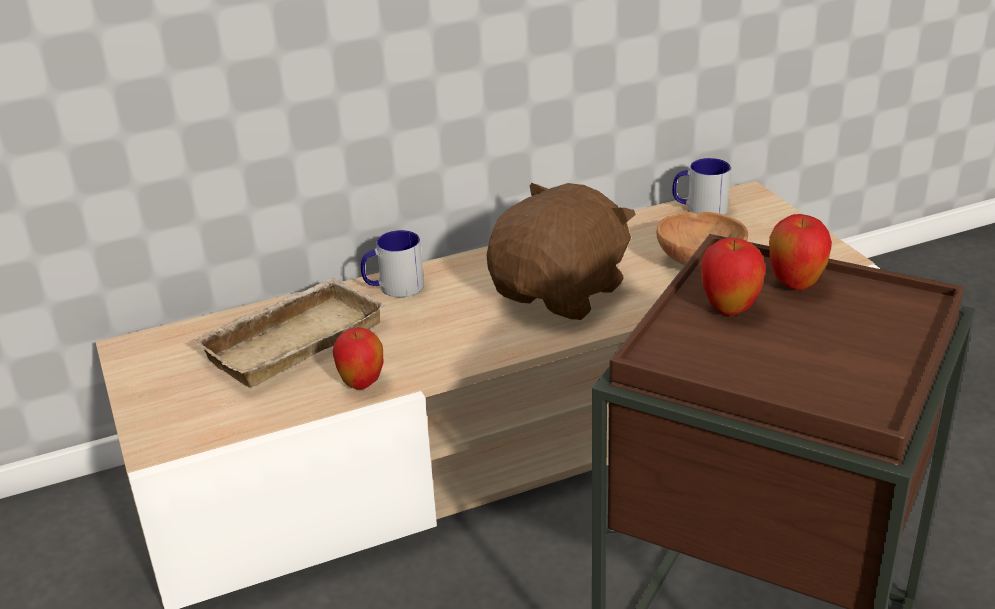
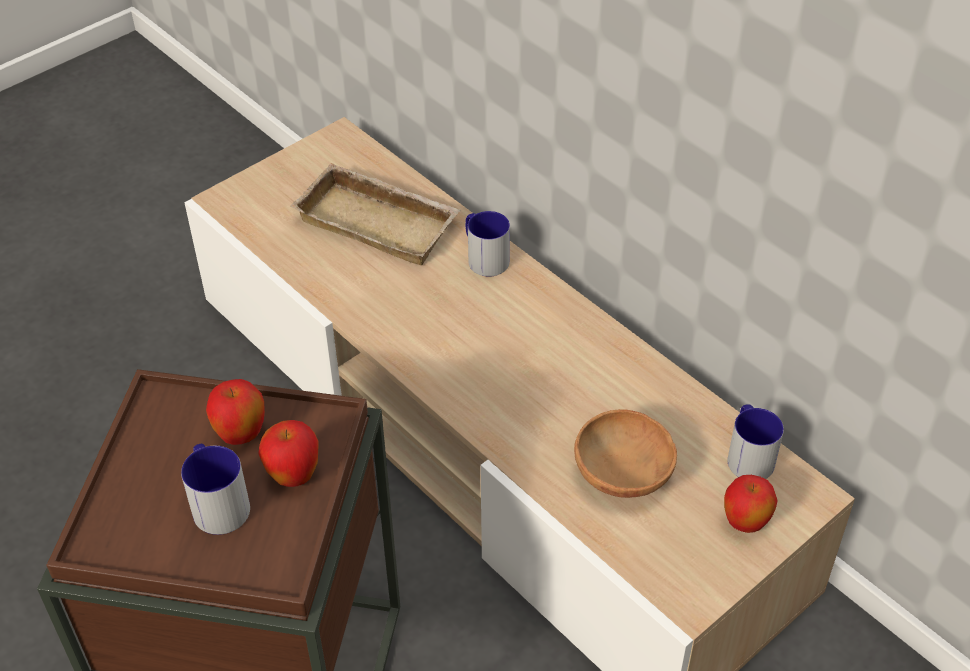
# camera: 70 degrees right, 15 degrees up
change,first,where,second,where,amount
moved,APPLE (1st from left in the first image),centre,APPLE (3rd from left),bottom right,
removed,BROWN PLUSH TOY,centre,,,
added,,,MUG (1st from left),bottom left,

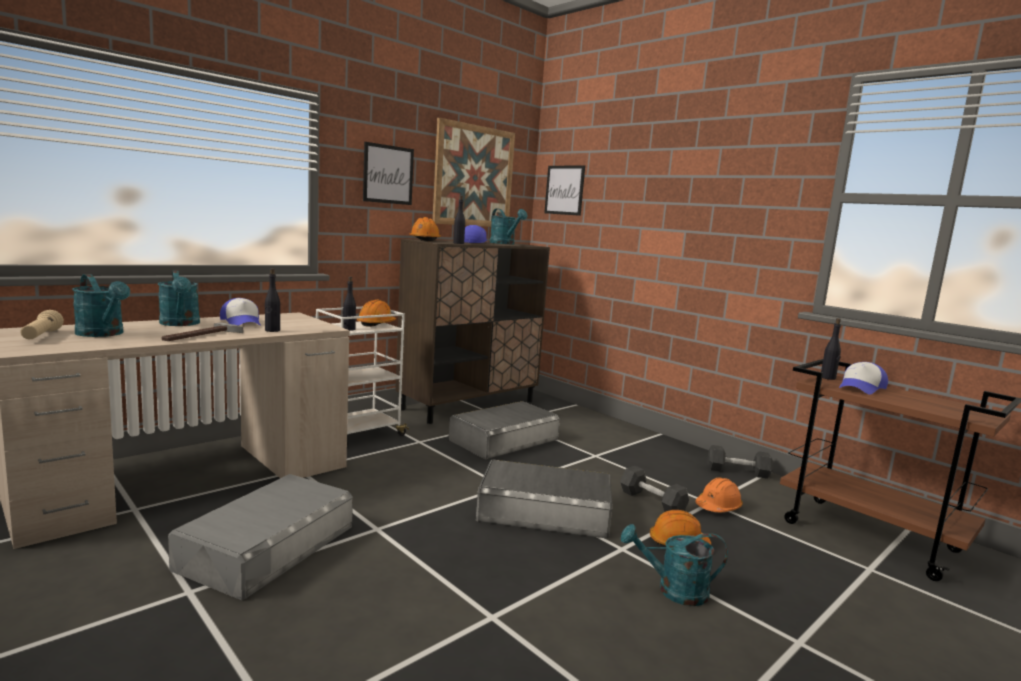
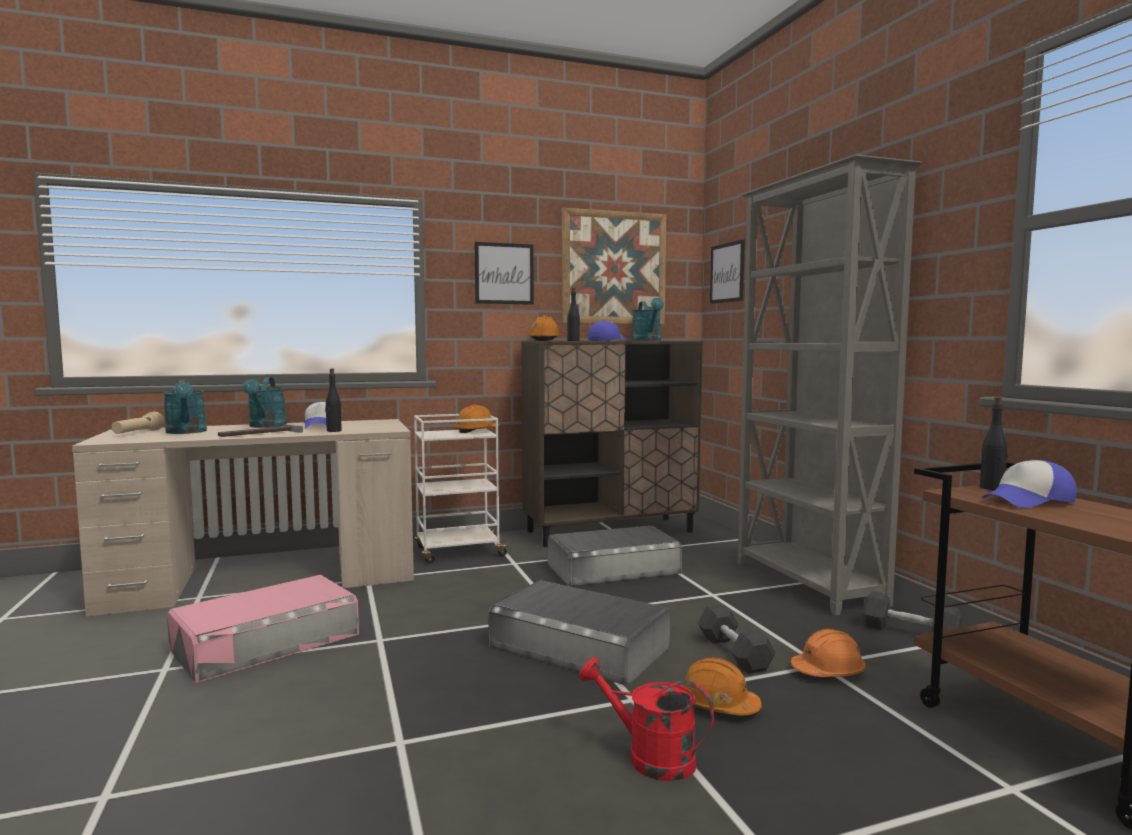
# camera: 25 degrees right, 5 degrees down
change,first,where,second,where,amount
recoloured,GREY STORAGE BOX (1st from left),bottom left,PINK STORAGE BOX,bottom left,
removed,BLACK BOTTLE (2nd from left),centre,,,
recoloured,TURQUOISE WATERING CAN (4th from left),bottom centre,RED WATERING CAN,bottom centre,
added,,,GREY BOOKCASE,middle right,

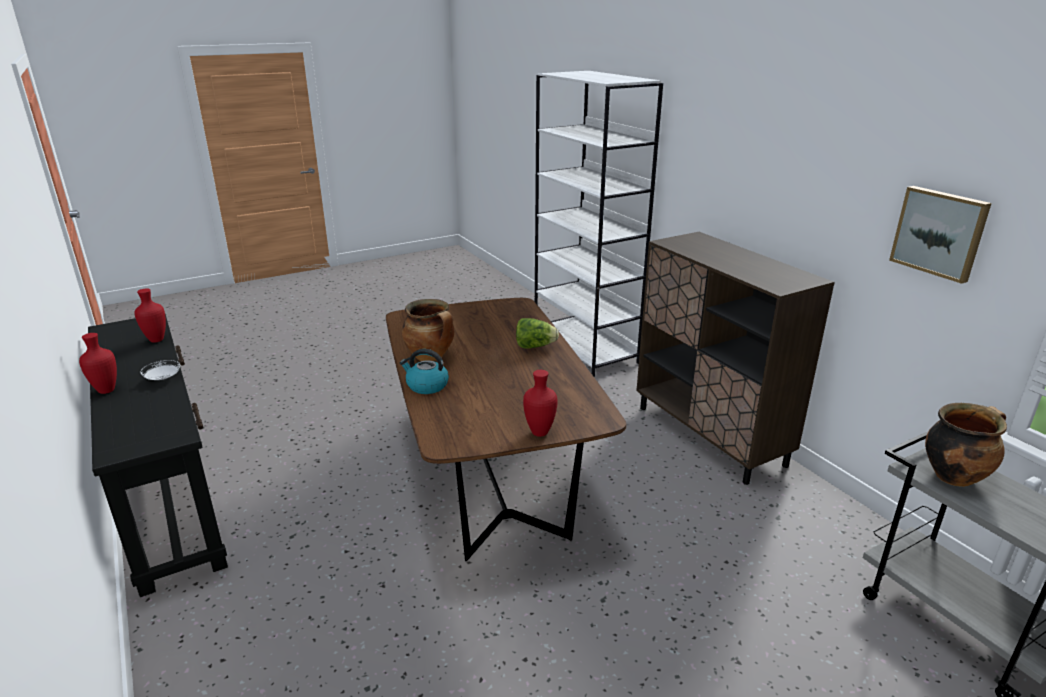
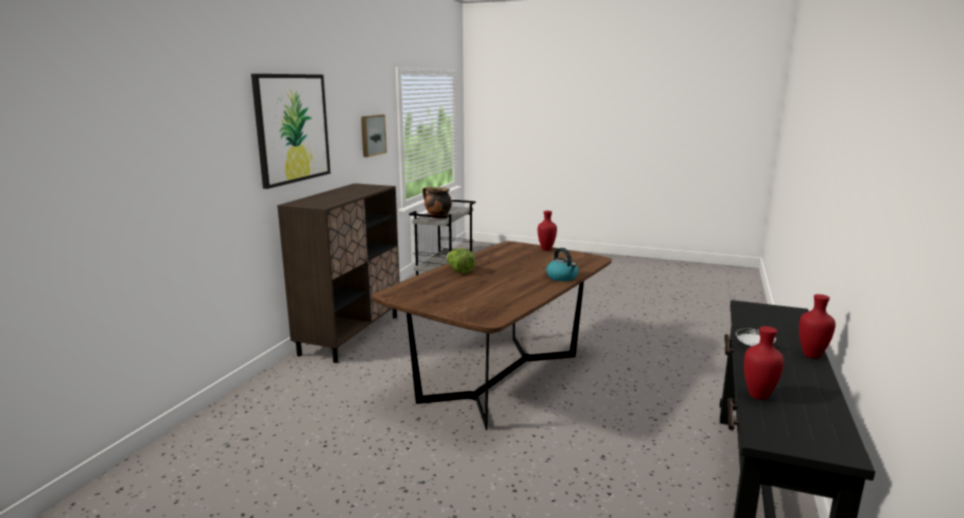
# camera: 130 degrees left, 10 degrees down
change,first,where,second,where,amount
removed,COOKING POT (1st from left),centre,,,
removed,WHITE BOOKCASE,top centre,,,
added,,,PICTURE (1st from left),top left,

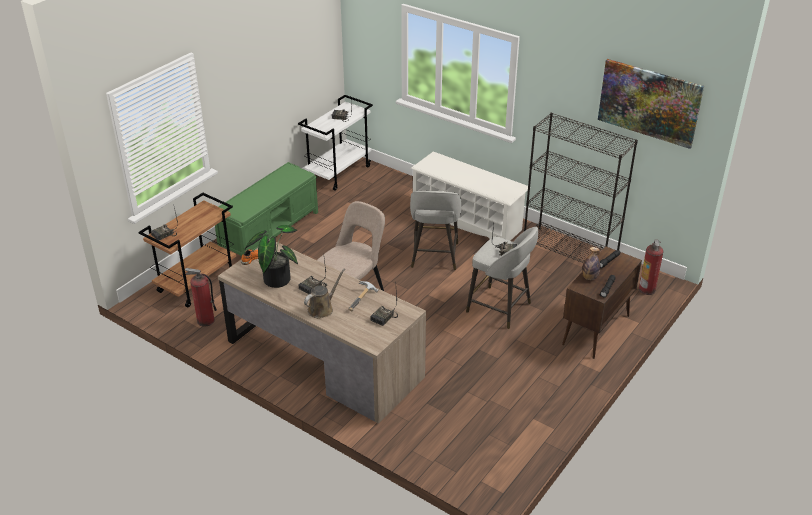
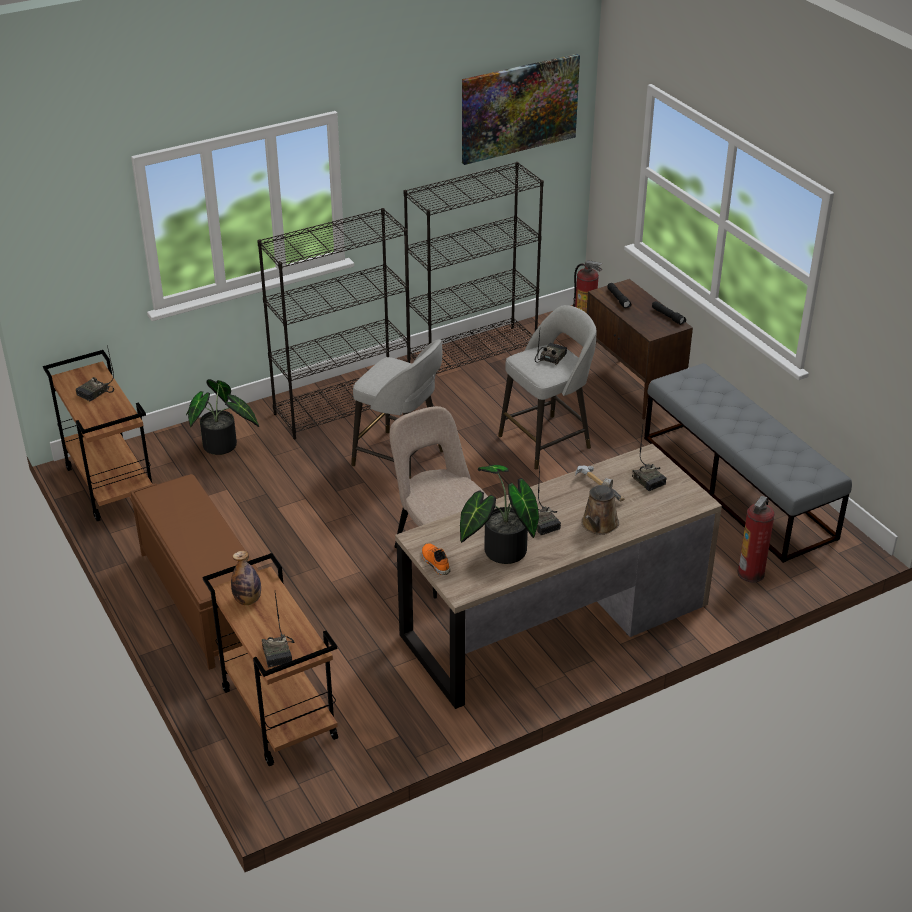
# camera: 65 degrees left, 0 degrees up
change,first,where,second,where,amount
moved,FIRE EXTINGUISHER (1st from left in the first image),middle left,FIRE EXTINGUISHER (2nd from left),middle right,
recoloured,GREEN BENCH,middle left,BROWN BENCH,middle left,
recoloured,WHITE CART,top centre,BROWN CART (1st from left),middle left,
turned,BROWN WATERING CAN,centre,,centre,135 degrees counterclockwise
replaced,WHITE SHOE RACK,centre,BLACK BOOKCASE (1st from left),centre,
moved,BOTTLE,middle right,,middle left,
added,,,POTTED PLANT (1st from left),middle left,
added,,,GREY BENCH,middle right,

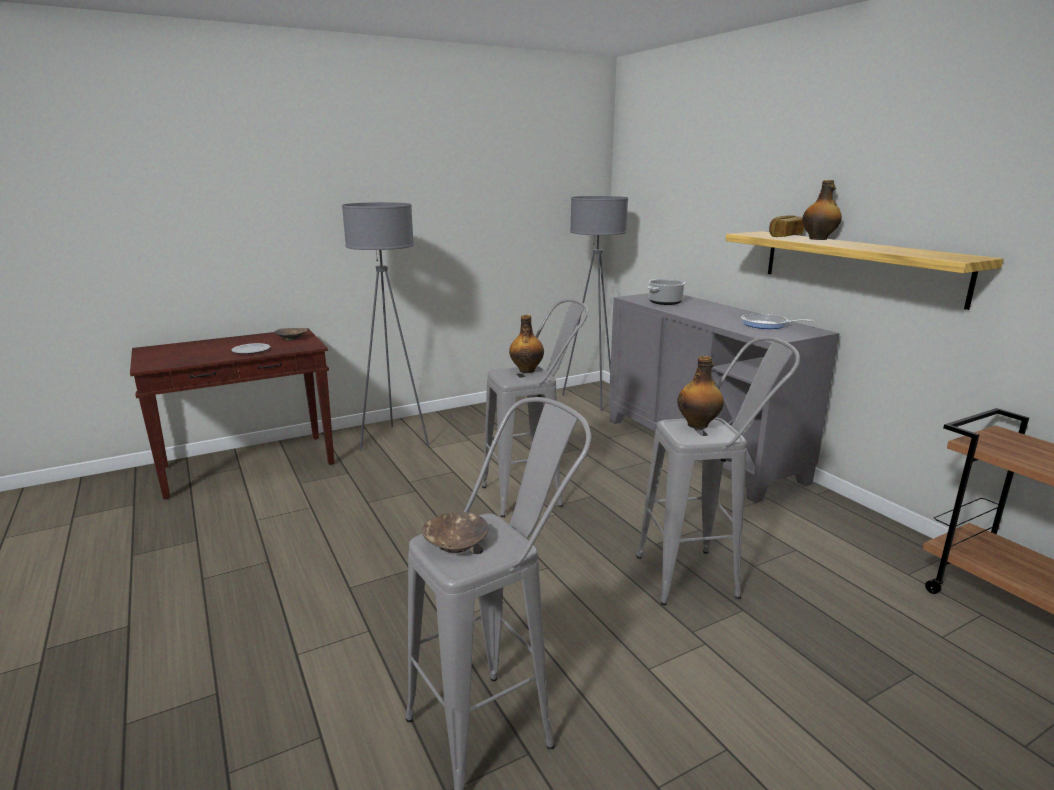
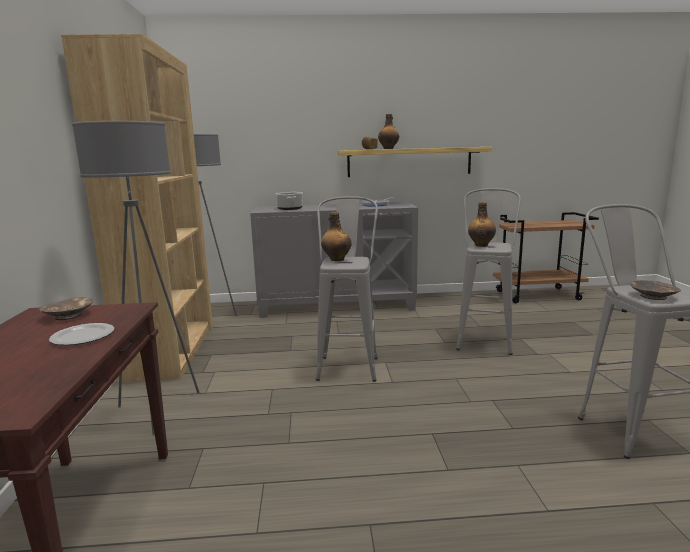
# camera: 65 degrees left, 5 degrees down
change,first,where,second,where,amount
added,,,BROWN BOOKCASE,middle left,

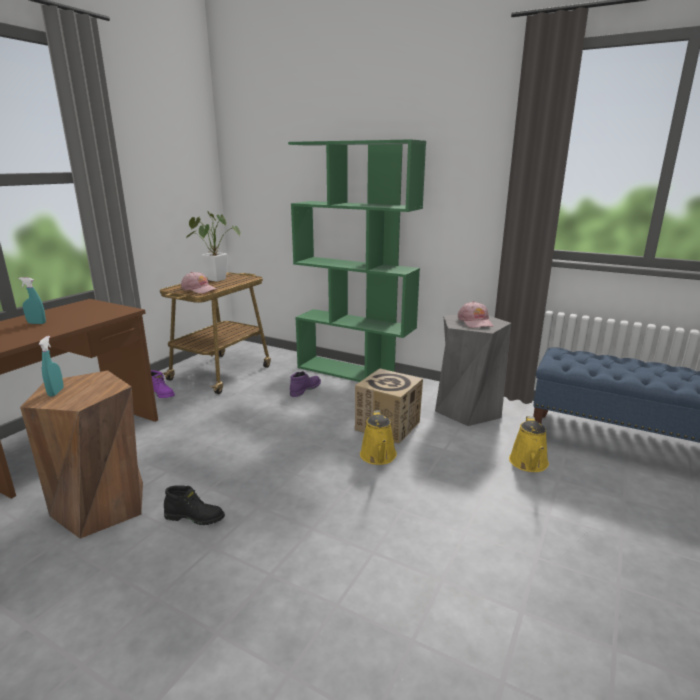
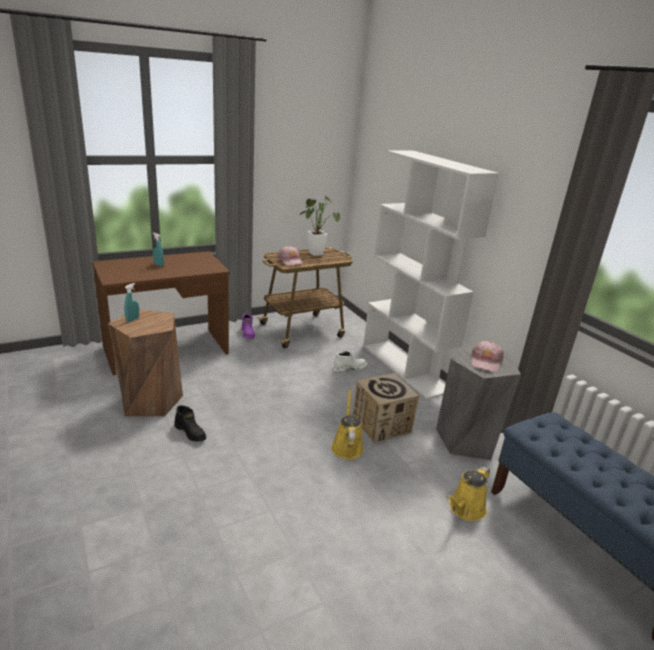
# camera: 30 degrees right, 5 degrees up
change,first,where,second,where,amount
recoloured,GREEN BOOKCASE,centre,WHITE BOOKCASE,centre,
recoloured,PURPLE BOOT (2nd from left),centre,WHITE BOOT,centre,
turned,YELLOW WATERING CAN (1st from left),centre,,centre,150 degrees clockwise

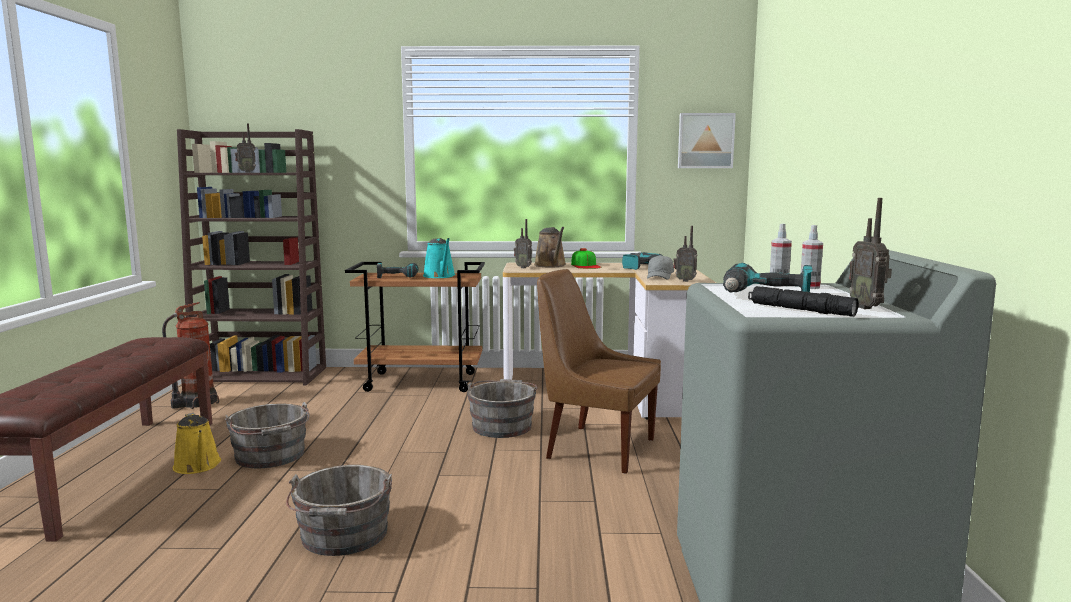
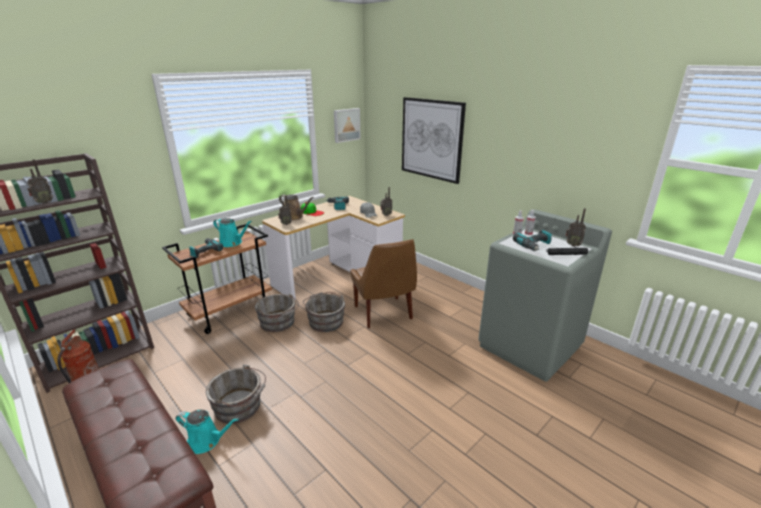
# camera: 45 degrees left, 15 degrees up
change,first,where,second,where,amount
recoloured,YELLOW WATERING CAN,bottom left,TURQUOISE WATERING CAN (1st from left),bottom left,
moved,GREY BUCKET (2nd from left),bottom left,,centre,
turned,BROWN CHAIR,centre,,centre,90 degrees counterclockwise
added,,,PICTURE (2nd from left),top centre,

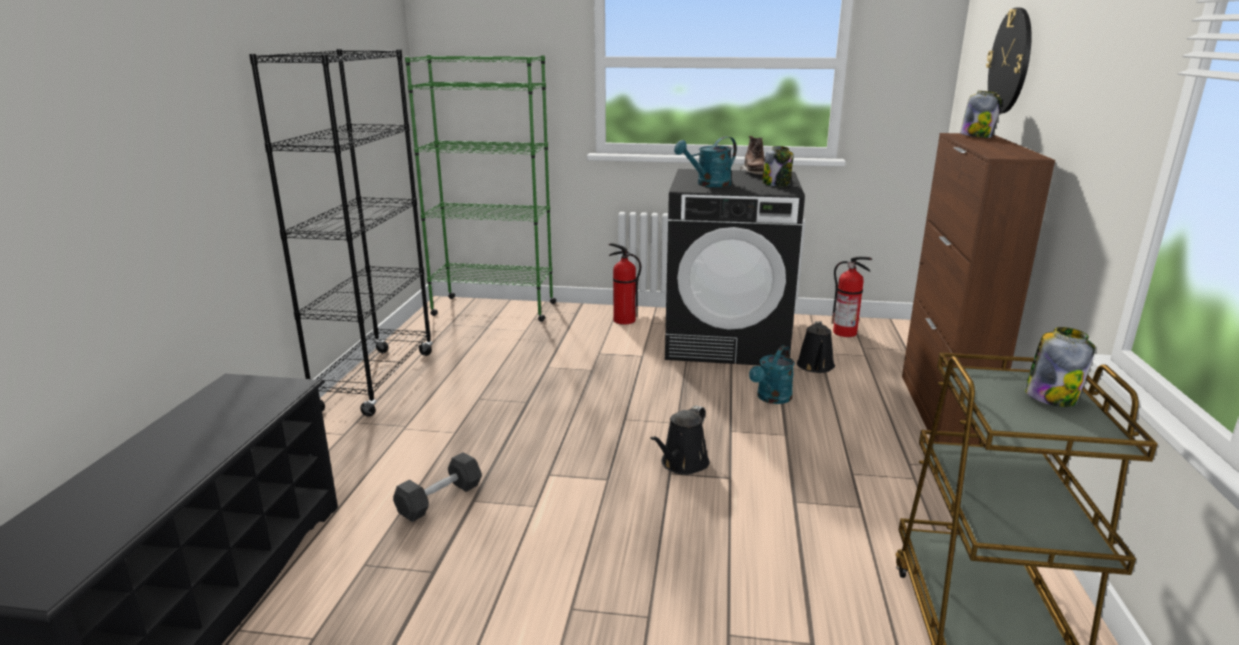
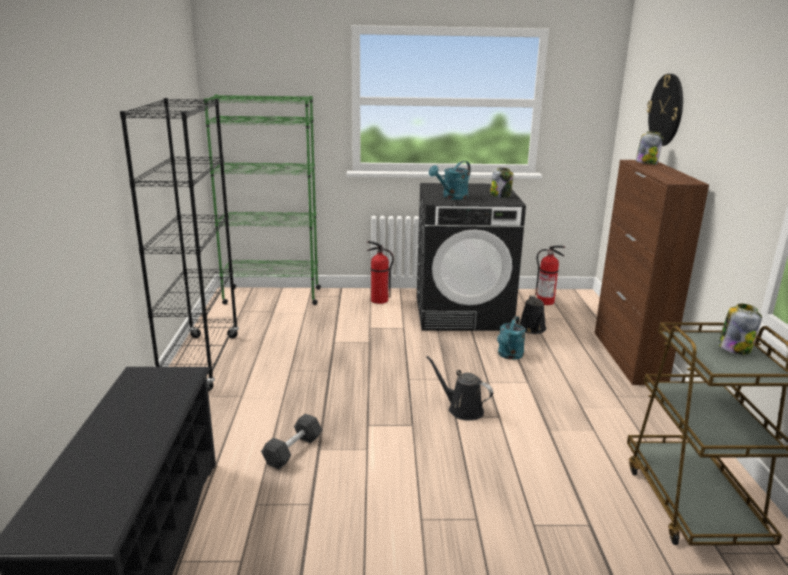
# camera: 10 degrees left, 0 degrees up
change,first,where,second,where,amount
turned,BLACK WATERING CAN (1st from left),bottom centre,,bottom centre,105 degrees clockwise
removed,BROWN BOOT,top centre,,,

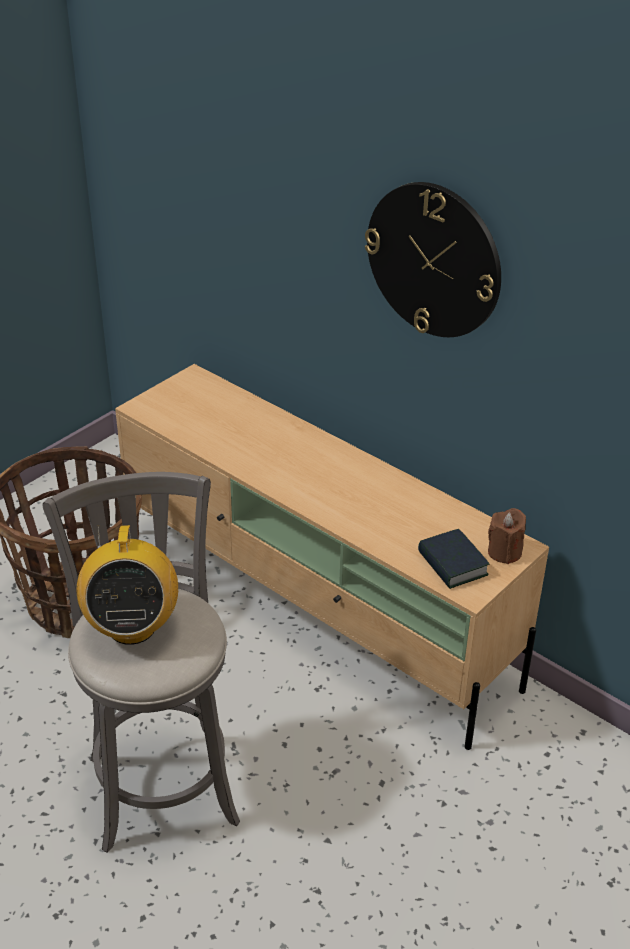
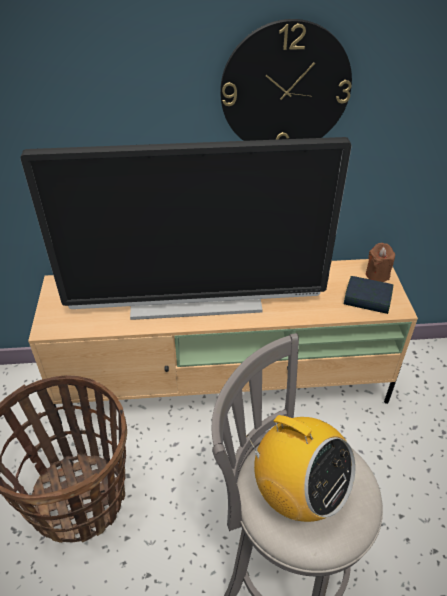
# camera: 45 degrees left, 5 degrees up
change,first,where,second,where,amount
added,,,TELEVISION,centre,

